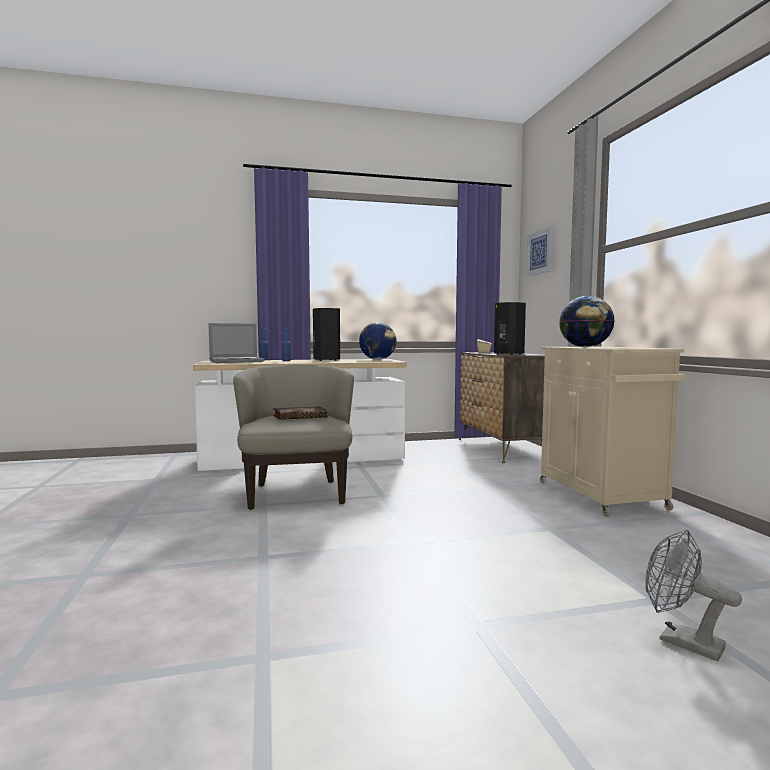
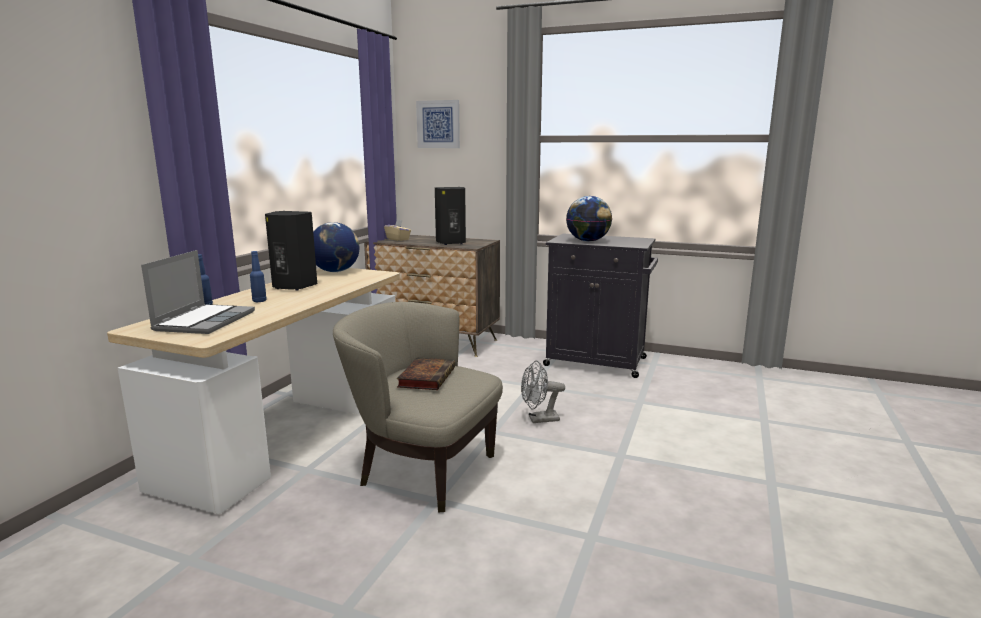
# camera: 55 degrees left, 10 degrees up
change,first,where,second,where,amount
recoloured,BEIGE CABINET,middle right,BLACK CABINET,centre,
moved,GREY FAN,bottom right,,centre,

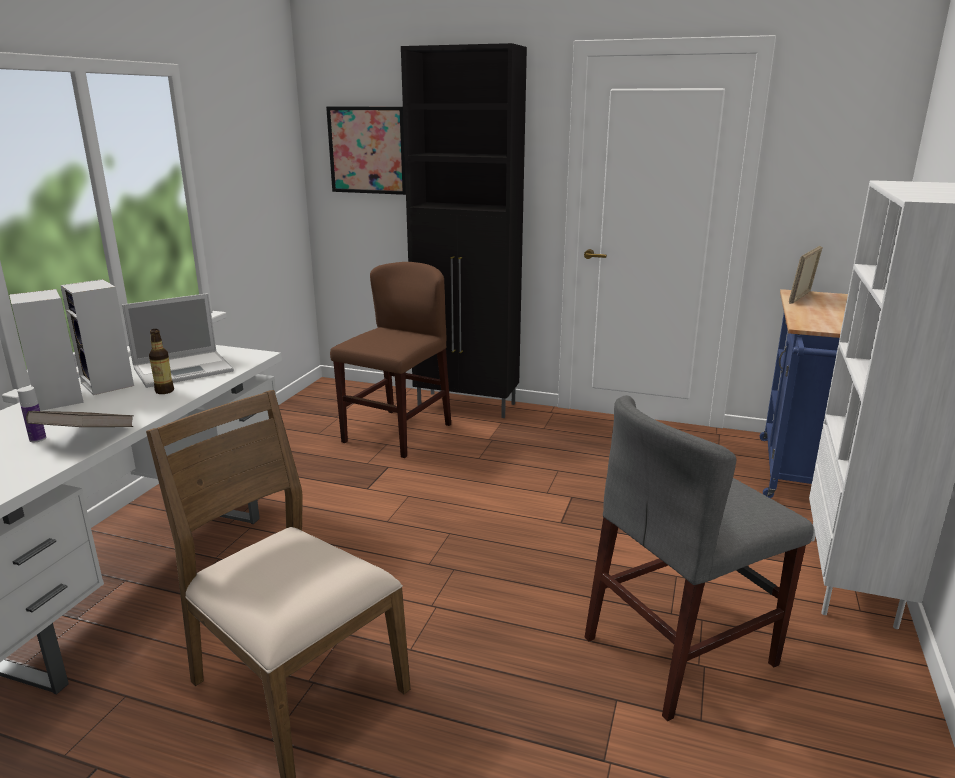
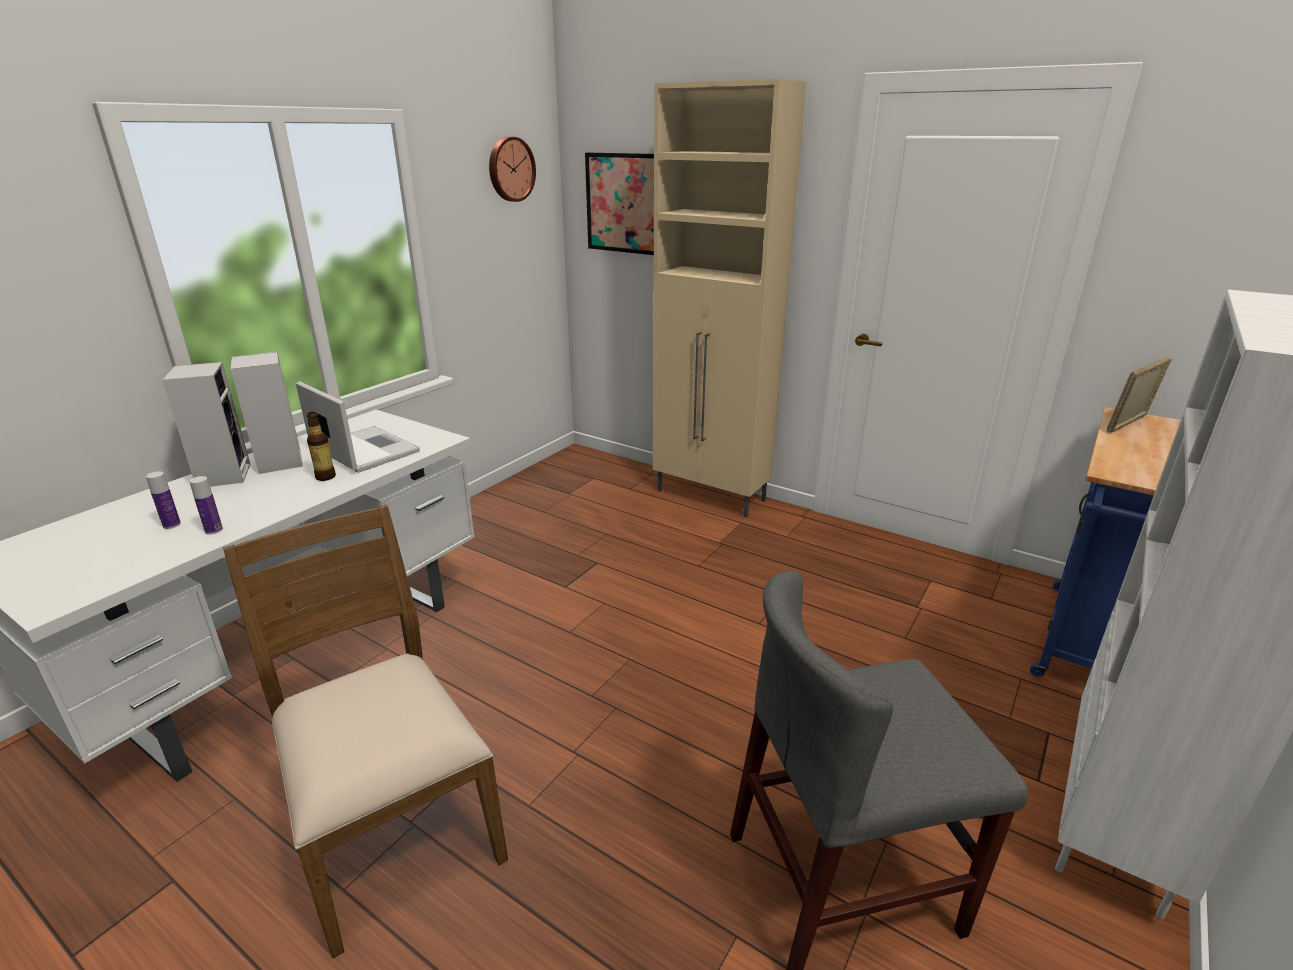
# camera: 15 degrees right, 5 degrees up
change,first,where,second,where,amount
replaced,BROWN BOOK,middle left,BOTTLE (2nd from left),middle left,
turned,LAPTOP,middle left,,middle left,120 degrees counterclockwise
removed,BROWN CHAIR (2nd from left),centre,,,
recoloured,BLACK CABINET,top centre,BEIGE CABINET,top centre,
added,,,WALL CLOCK,top centre,

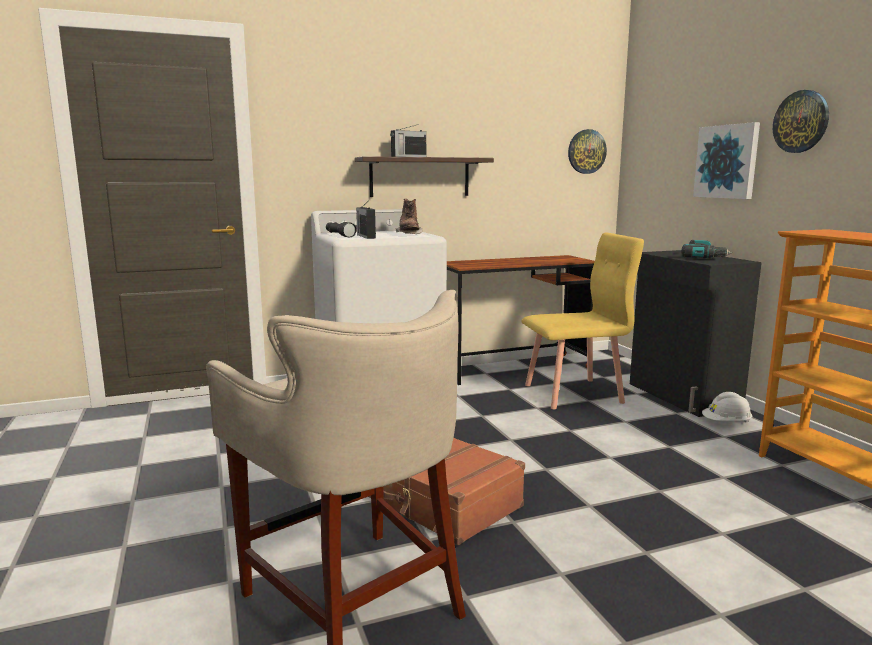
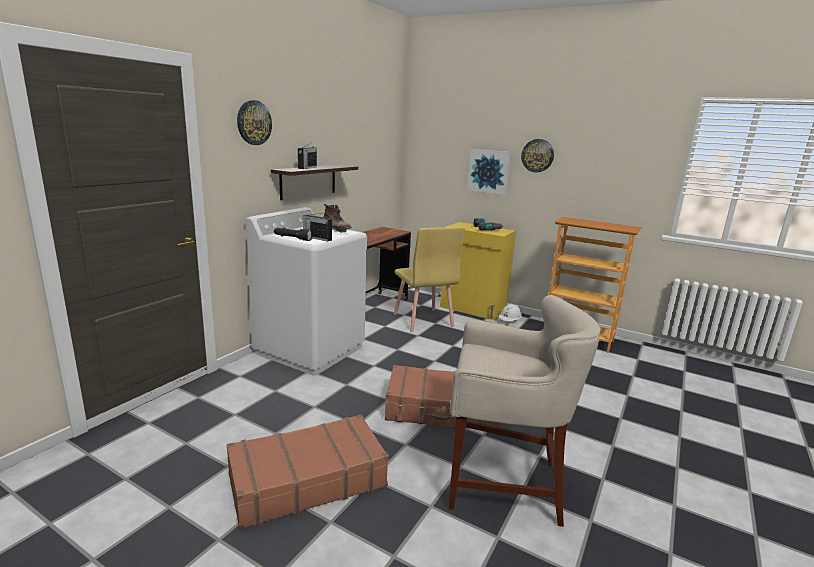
# camera: 40 degrees left, 5 degrees up
change,first,where,second,where,amount
turned,YELLOW CHAIR,middle right,,centre,120 degrees clockwise
moved,WALL CLOCK (1st from left),top right,,top left,
recoloured,BLACK CABINET,middle right,YELLOW CABINET,centre,
added,,,BROWN SUITCASE (1st from left),bottom centre,

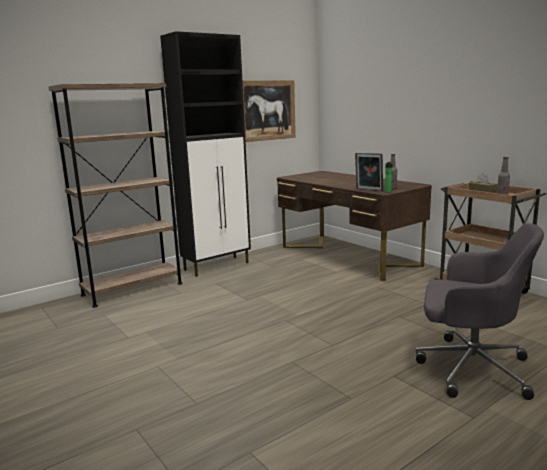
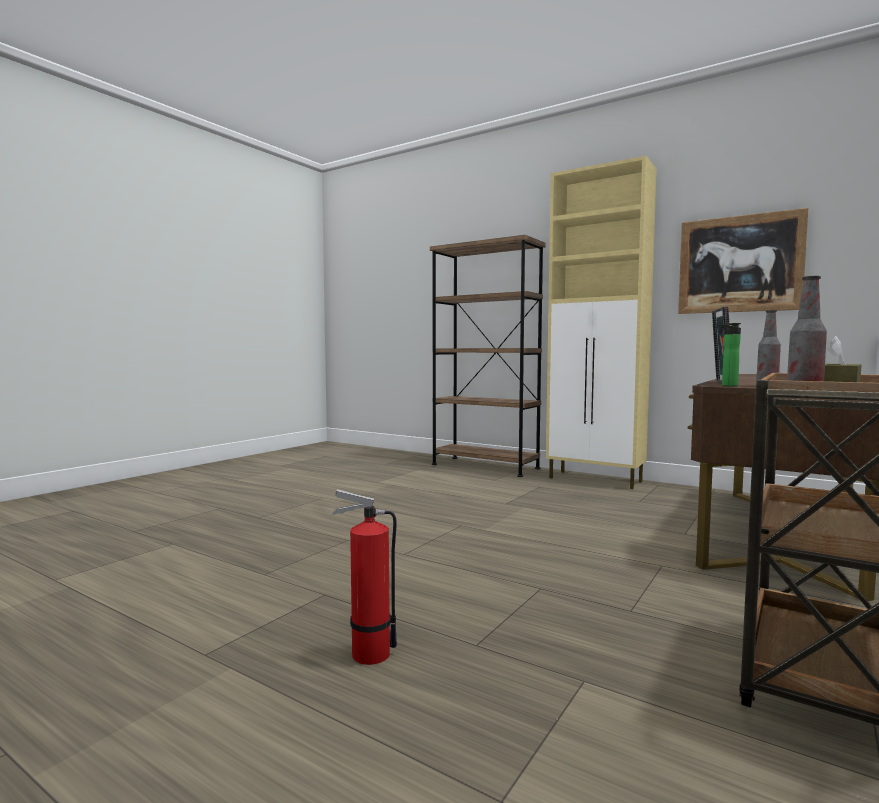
# camera: 70 degrees right, 10 degrees down
change,first,where,second,where,amount
recoloured,BLACK CABINET,top centre,BEIGE CABINET,middle right,
replaced,GREY OFFICE CHAIR,middle right,FIRE EXTINGUISHER,bottom centre,

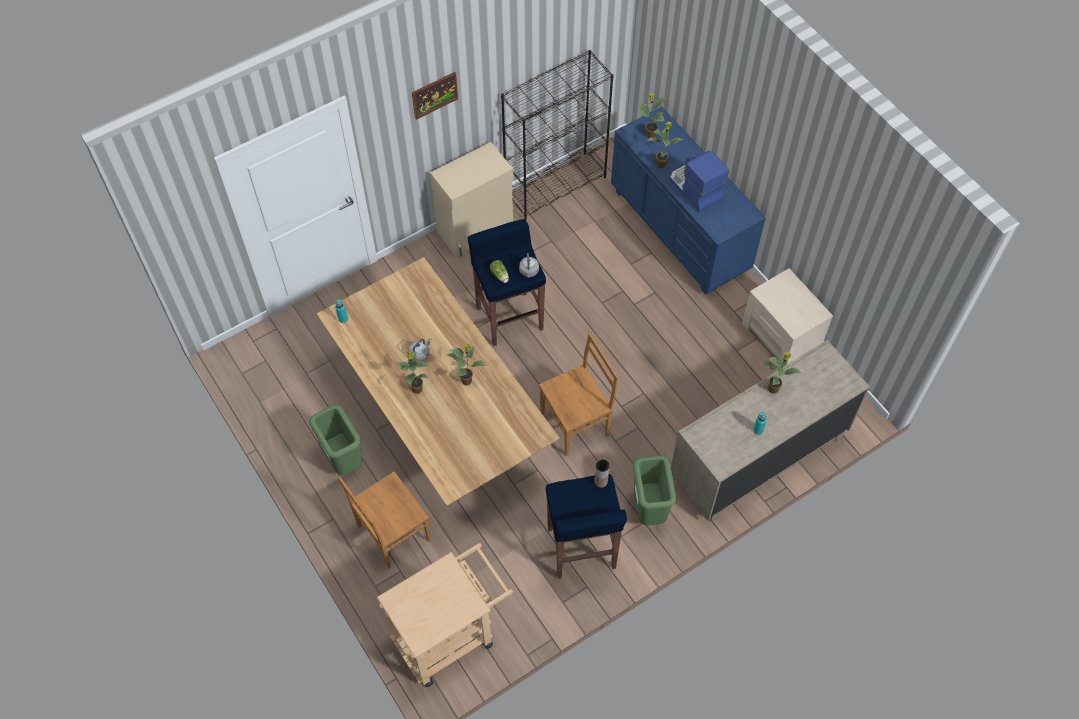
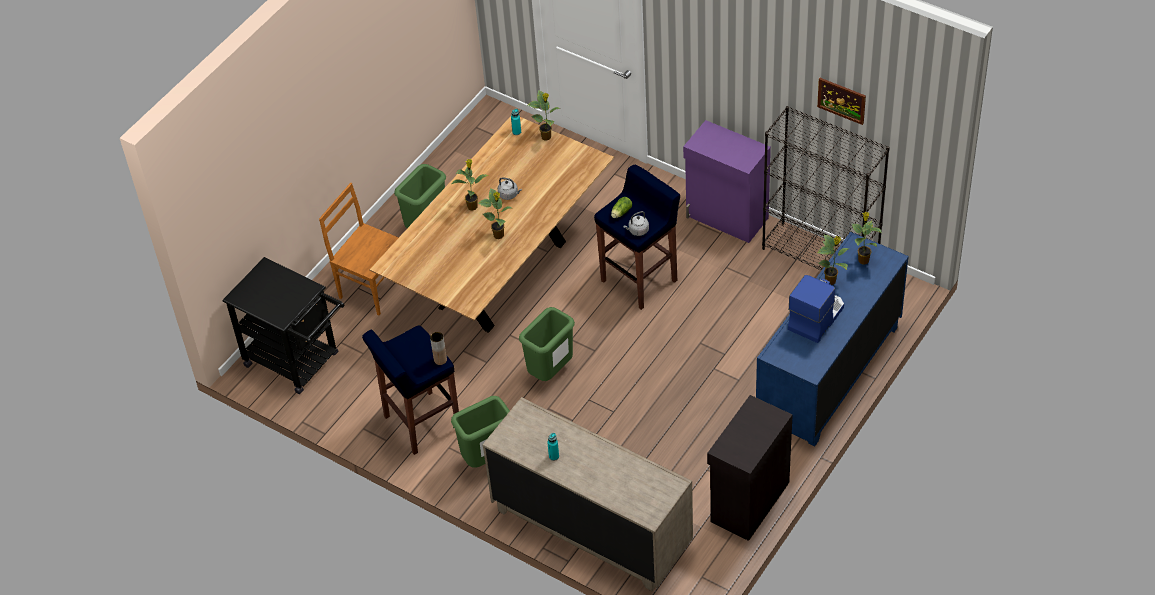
# camera: 70 degrees right, 10 degrees down
change,first,where,second,where,amount
recoloured,BEIGE CART,bottom centre,BLACK CART,middle left,
moved,PICTURE,top centre,,top right,
recoloured,BEIGE CABINET,top centre,PURPLE CABINET,top centre,
replaced,BROWN CHAIR (2nd from left),centre,GREEN TRASH CAN (3rd from left),centre,
replaced,BEIGE NIGHTSTAND,middle right,BLACK CABINET,bottom centre,
moved,POTTED PLANT (5th from left in the first image),middle right,POTTED PLANT (3rd from left),top centre,

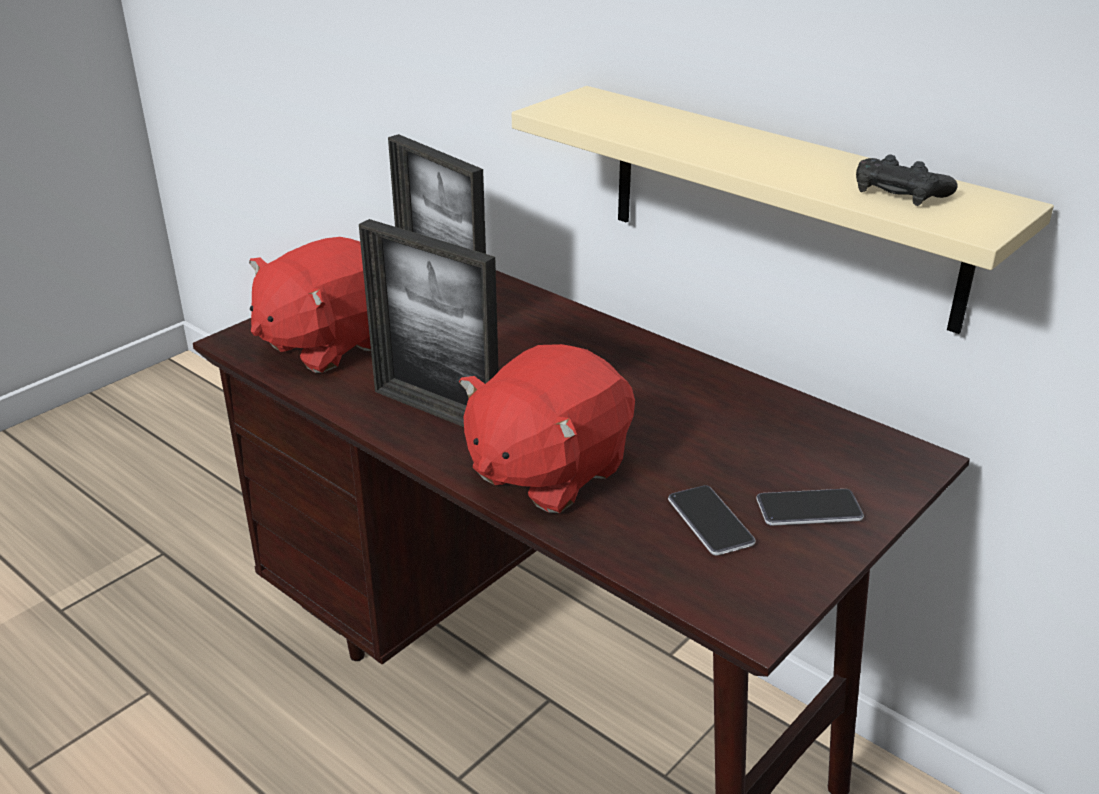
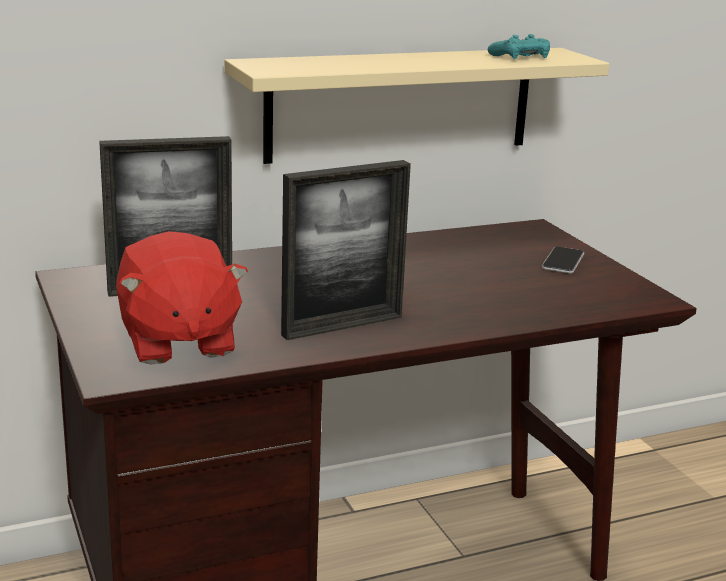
# camera: 65 degrees left, 10 degrees down
change,first,where,second,where,amount
removed,RED PLUSH TOY (2nd from left),centre,,,
removed,PHONE (1st from left),centre,,,
recoloured,BLACK GAME CONTROLLER,top right,TURQUOISE GAME CONTROLLER,top right,

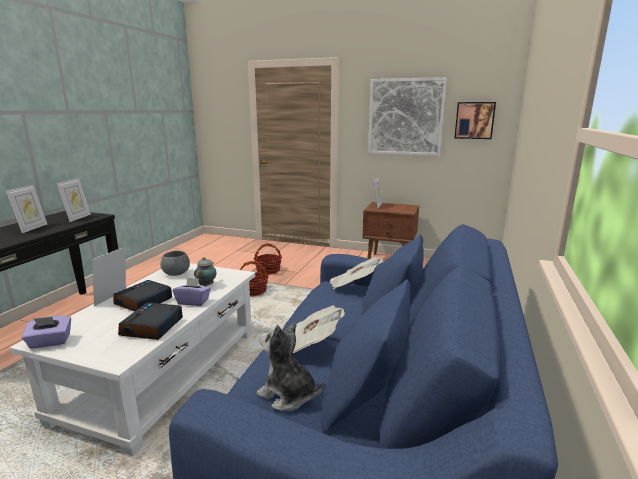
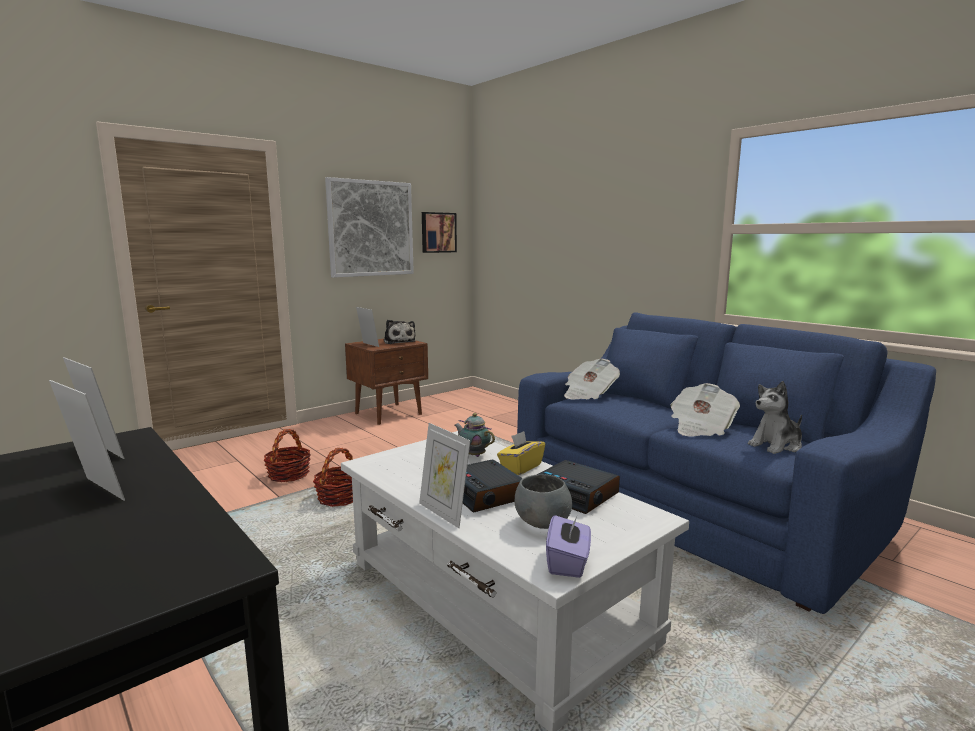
# camera: 60 degrees left, 5 degrees down
change,first,where,second,where,amount
moved,GREY BOWL,middle left,,bottom centre,
recoloured,PURPLE TISSUE BOX (2nd from left),middle left,YELLOW TISSUE BOX,centre,
added,,,PLUSH TOY (1st from left),centre,

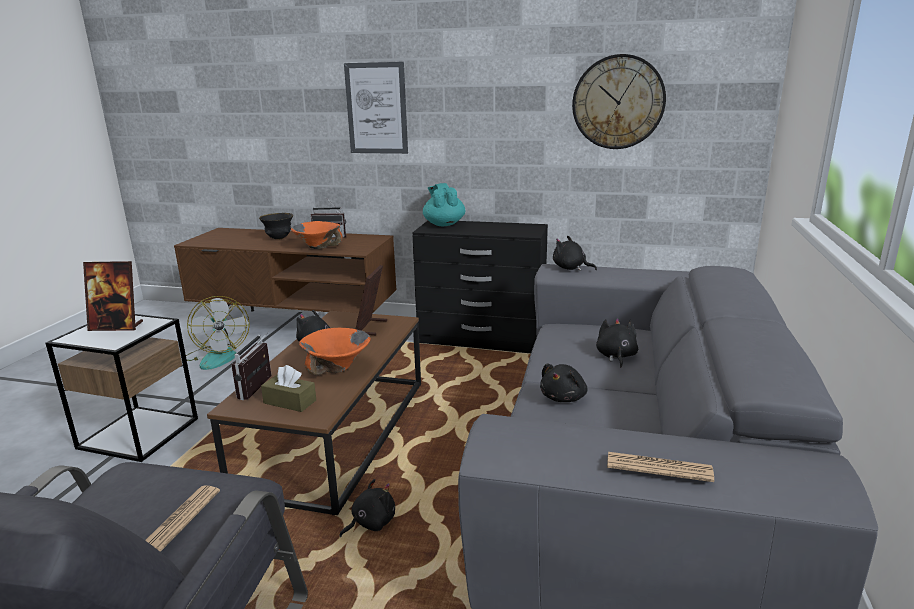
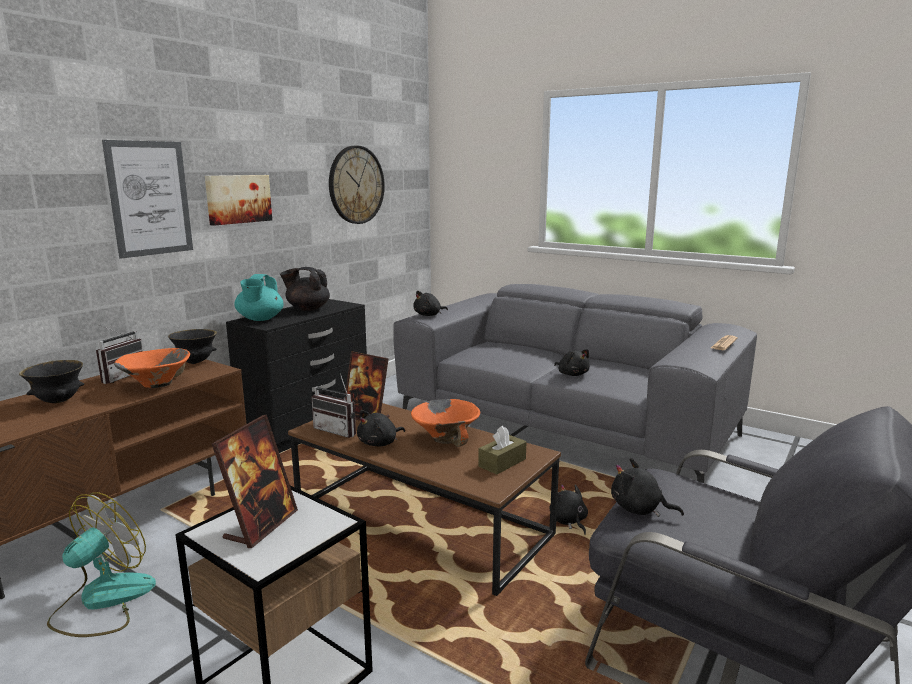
# camera: 70 degrees left, 5 degrees down
change,first,where,second,where,amount
removed,NEWSPAPER (1st from left),bottom left,,,
turned,FAN,middle left,,bottom left,60 degrees counterclockwise
moved,RADIO (1st from left in the first image),middle left,RADIO (2nd from left),centre,
turned,TURQUOISE TEAPOT,centre,,middle left,90 degrees counterclockwise
moved,BLACK PLUSH TOY (5th from left),middle right,,bottom right,
added,,,BLACK BOWL (2nd from left),middle left,
added,,,PICTURE (2nd from left),top left,
added,,,BLACK TEAPOT,centre,

